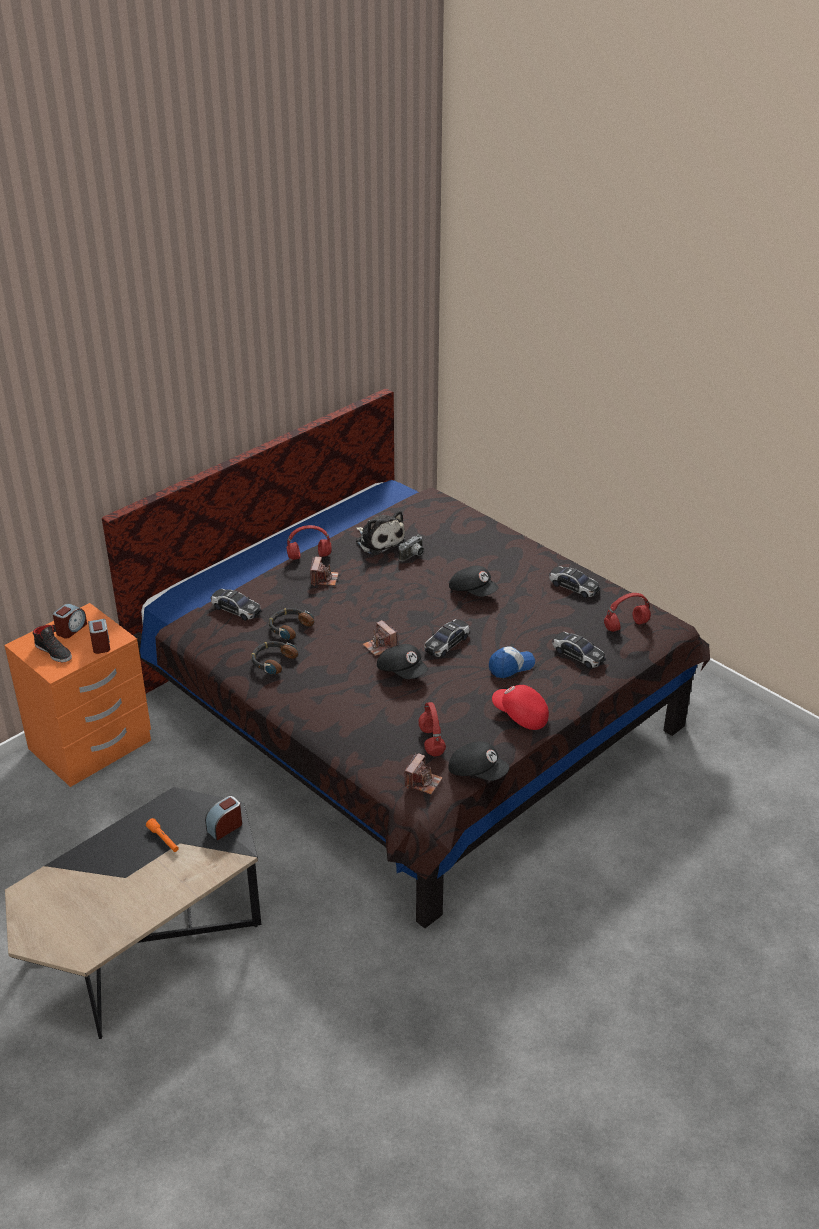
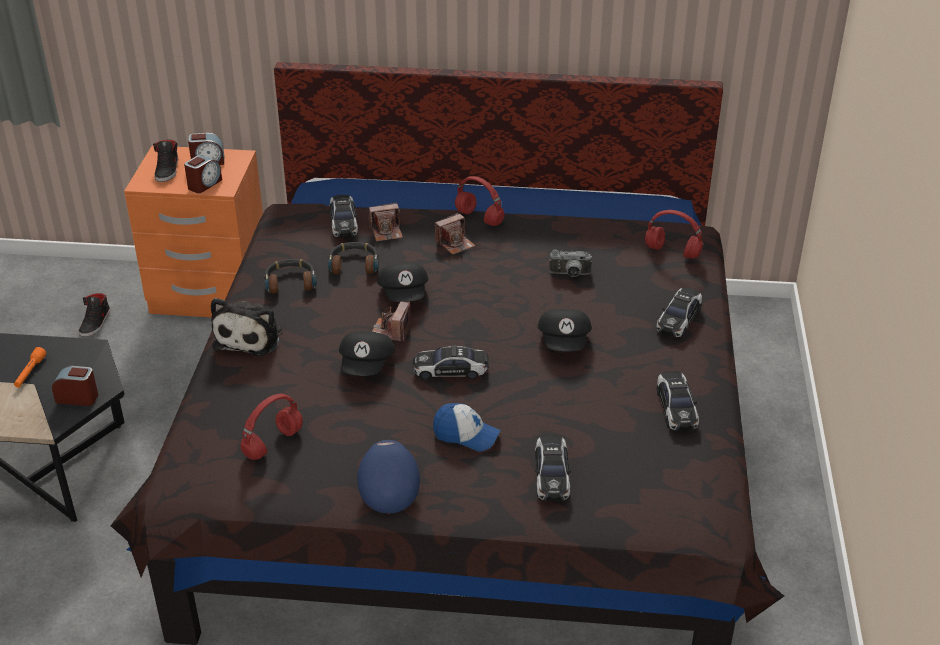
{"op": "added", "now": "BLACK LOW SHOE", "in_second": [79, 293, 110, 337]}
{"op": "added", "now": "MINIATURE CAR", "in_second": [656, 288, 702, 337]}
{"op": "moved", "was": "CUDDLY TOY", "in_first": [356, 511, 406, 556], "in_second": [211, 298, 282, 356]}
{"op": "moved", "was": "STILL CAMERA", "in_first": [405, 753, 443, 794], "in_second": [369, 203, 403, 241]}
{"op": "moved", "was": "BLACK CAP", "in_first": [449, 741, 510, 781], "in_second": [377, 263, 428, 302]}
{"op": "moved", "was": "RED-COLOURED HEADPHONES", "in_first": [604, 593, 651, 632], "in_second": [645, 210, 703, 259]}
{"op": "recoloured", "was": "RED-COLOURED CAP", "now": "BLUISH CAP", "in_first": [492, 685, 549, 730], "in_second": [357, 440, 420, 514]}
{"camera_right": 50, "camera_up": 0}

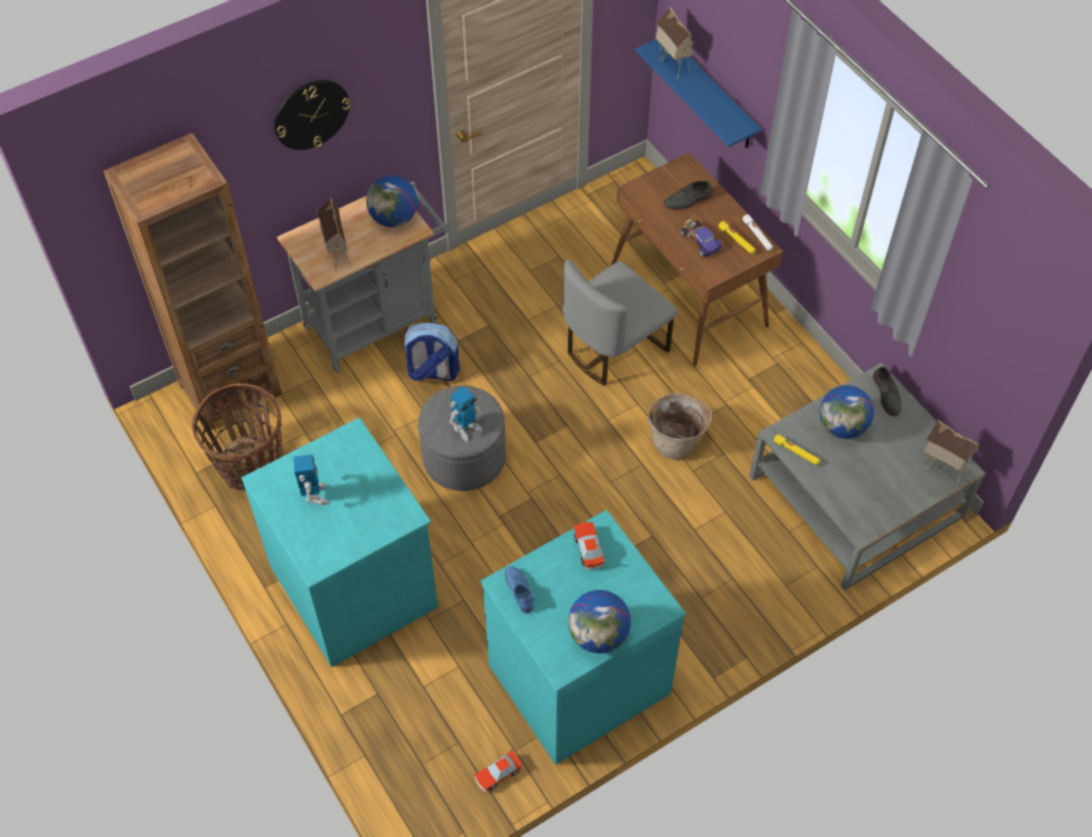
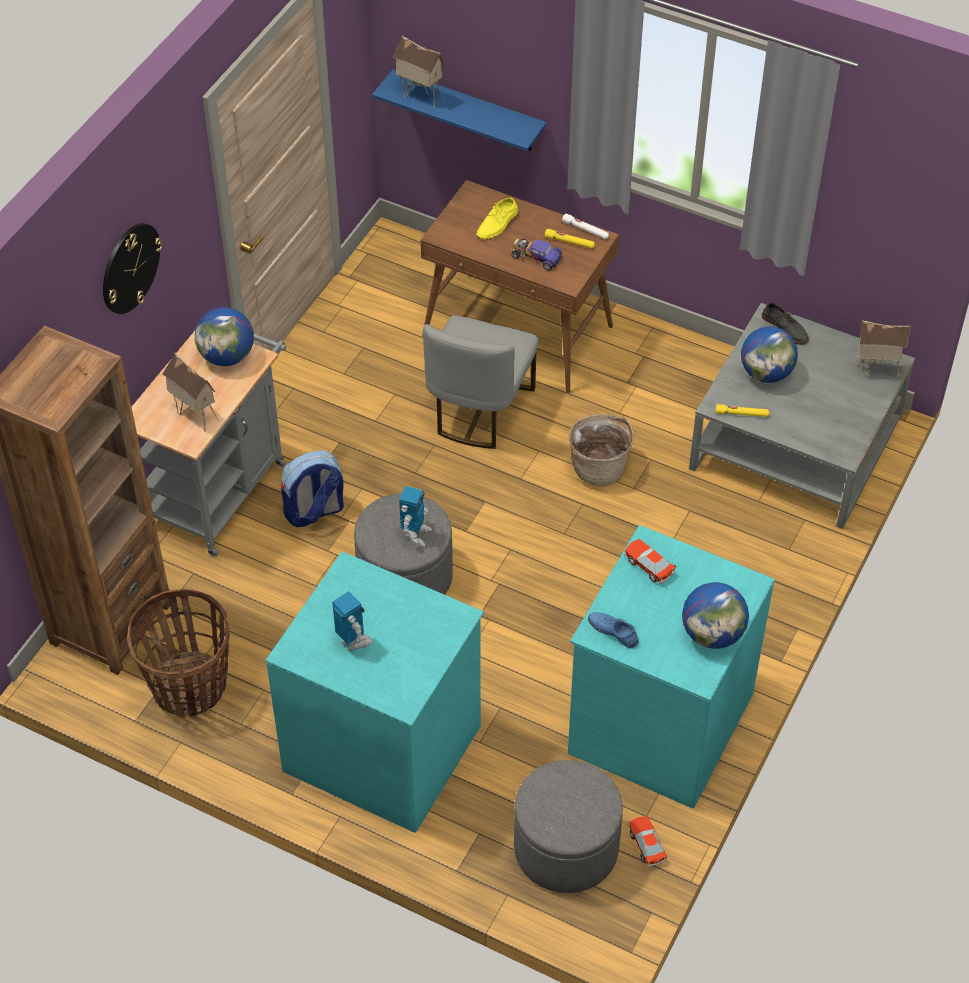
{"op": "added", "now": "GREYISH OTTOMAN", "in_second": [514, 760, 623, 893]}
{"op": "recoloured", "was": "GREYISH LOW SHOE", "now": "YELLOW-COLOURED LOW SHOE", "in_first": [664, 181, 713, 210], "in_second": [476, 198, 518, 240]}
{"op": "turned", "was": "MINIATURE CAR", "in_first": [475, 749, 523, 792], "in_second": [628, 816, 667, 867], "clockwise": 135}
{"camera_right": -30, "camera_up": -5}

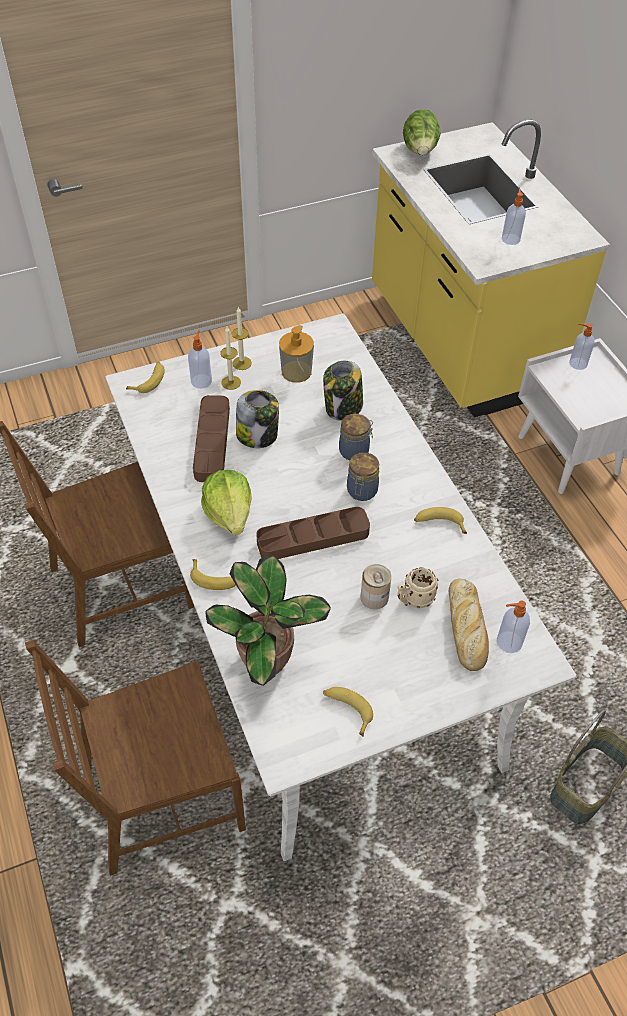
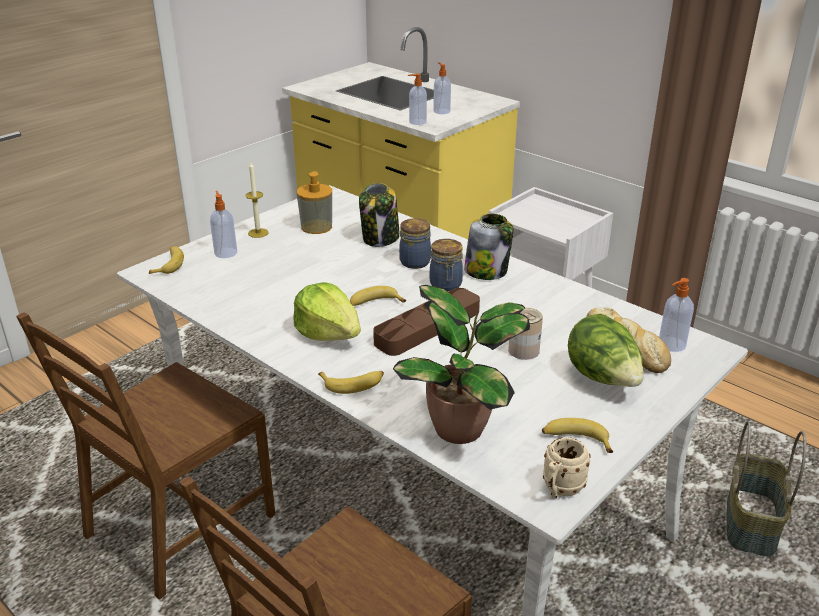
{"op": "removed", "was": "BROWN-COLOURED CARRYING TRAY", "in_first": [193, 395, 230, 482]}
{"op": "removed", "was": "WAX CANDLE", "in_first": [220, 327, 241, 390]}
{"op": "moved", "was": "JAR", "in_first": [236, 390, 279, 448], "in_second": [464, 214, 514, 280]}
{"op": "moved", "was": "BEIGE TEA MUG", "in_first": [397, 568, 438, 608], "in_second": [543, 437, 591, 499]}
{"op": "moved", "was": "HEAD OF LETTUCE", "in_first": [403, 109, 441, 155], "in_second": [568, 314, 643, 387]}
{"op": "moved", "was": "BANANA", "in_first": [414, 507, 467, 534], "in_second": [350, 286, 406, 306]}
{"op": "moved", "was": "SOAP BOTTLE", "in_first": [569, 323, 595, 370], "in_second": [408, 73, 427, 125]}
{"camera_right": -25, "camera_up": -20}

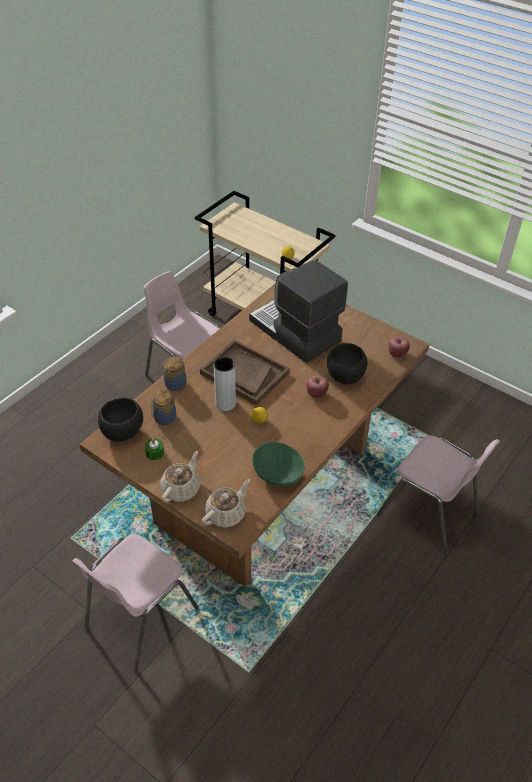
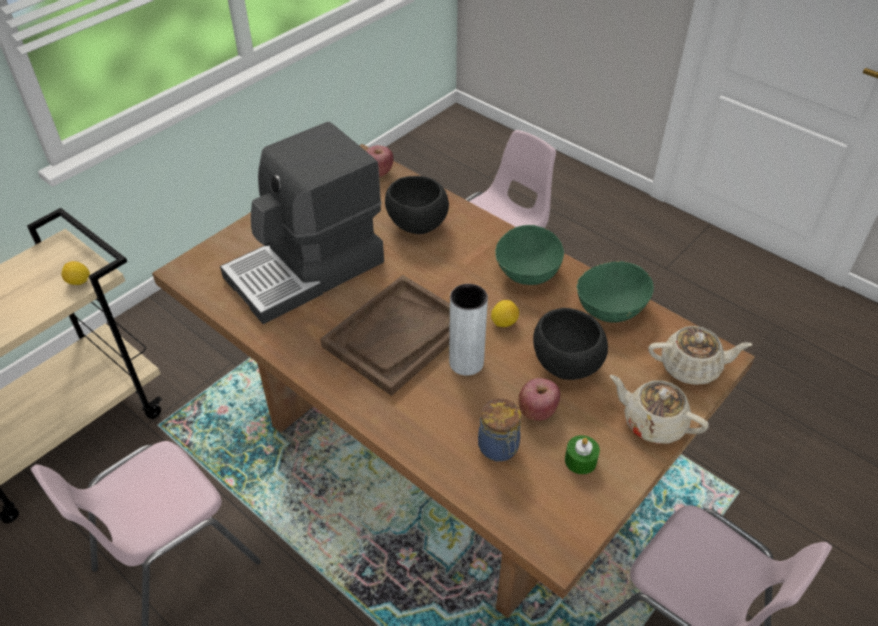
{"op": "removed", "was": "JAR", "in_first": [162, 357, 186, 391]}
{"op": "added", "now": "GREEN-COLOURED BOWL", "in_second": [495, 225, 564, 285]}
{"op": "moved", "was": "BLACK BOWL", "in_first": [98, 398, 143, 442], "in_second": [533, 308, 608, 380]}
{"op": "moved", "was": "APPLE FRUIT", "in_first": [306, 376, 329, 398], "in_second": [518, 378, 560, 421]}
{"op": "turned", "was": "BEIGE TEAPOT", "in_first": [202, 479, 250, 528], "in_second": [648, 326, 752, 385], "clockwise": 135}
{"camera_right": -85, "camera_up": 0}

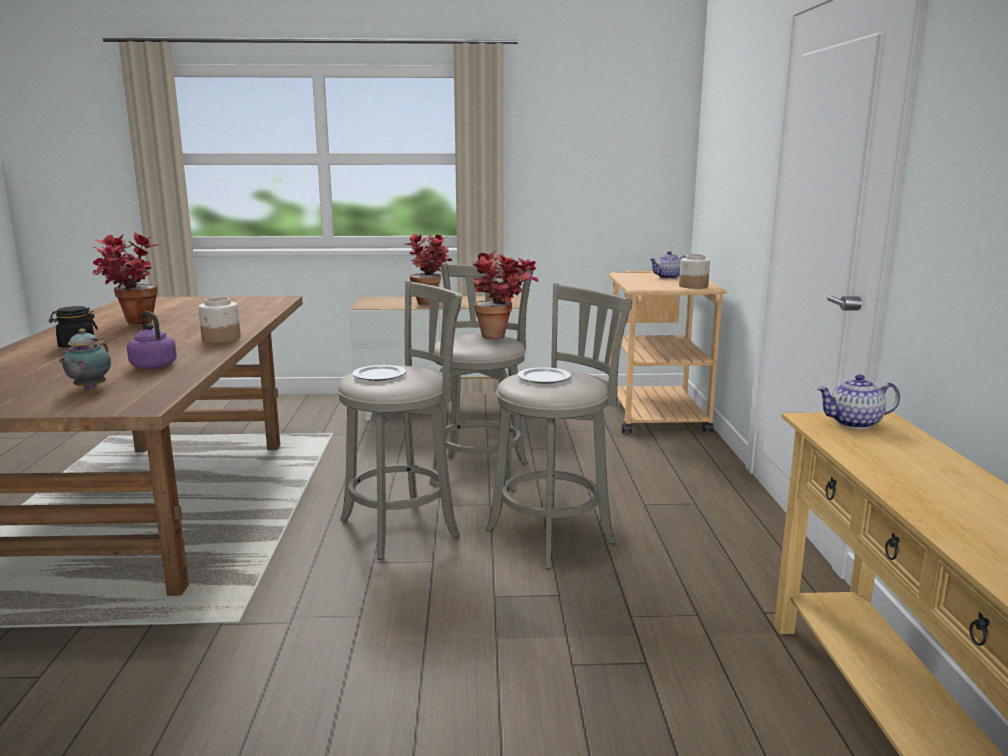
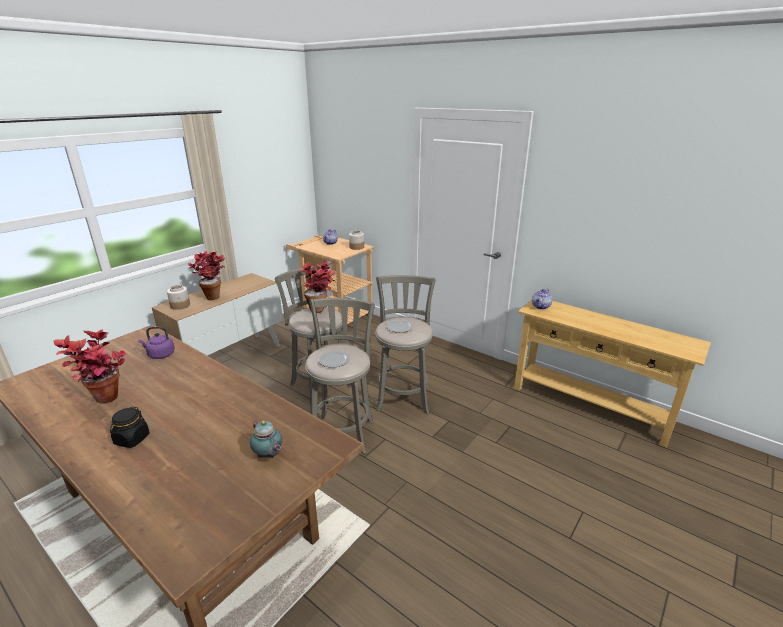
{"op": "moved", "was": "PURPLISH TEA KETTLE", "in_first": [127, 311, 177, 369], "in_second": [138, 326, 175, 359]}
{"op": "moved", "was": "JAR", "in_first": [198, 297, 241, 343], "in_second": [167, 285, 190, 310]}
{"camera_right": -50, "camera_up": 10}

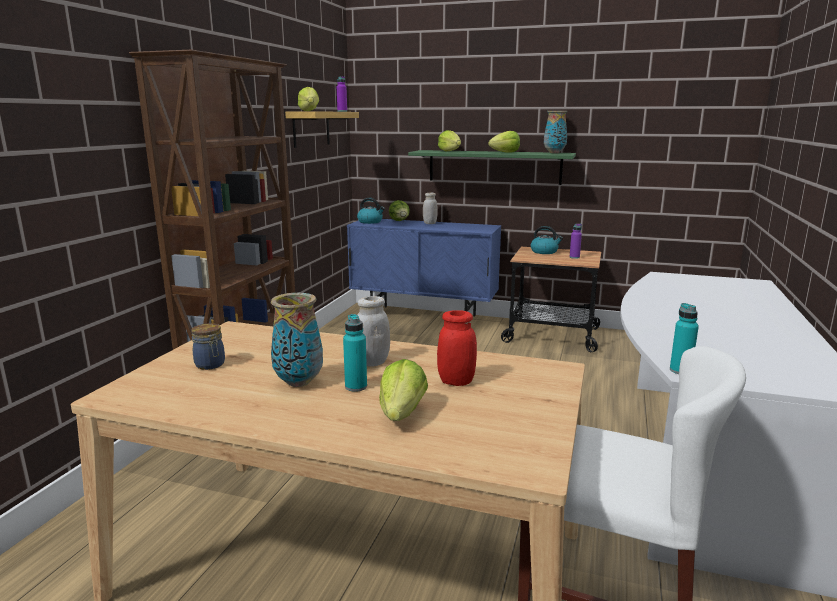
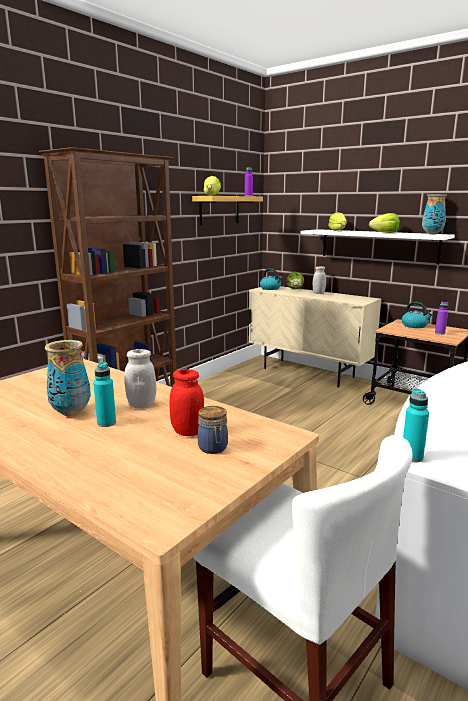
{"op": "removed", "was": "HEAD OF LETTUCE", "in_first": [379, 359, 428, 421]}
{"op": "moved", "was": "JAR", "in_first": [191, 323, 225, 370], "in_second": [198, 406, 228, 454]}
{"op": "recoloured", "was": "BLUISH STORAGE CABINET", "now": "BEIGE STORAGE CABINET", "in_first": [347, 219, 501, 317], "in_second": [249, 286, 382, 388]}
{"op": "recoloured", "was": "GREEN-COLOURED BRACKET SHELF", "now": "WHITE-COLOURED BRACKET SHELF", "in_first": [408, 150, 576, 185], "in_second": [300, 229, 455, 264]}
{"camera_right": 20, "camera_up": 0}

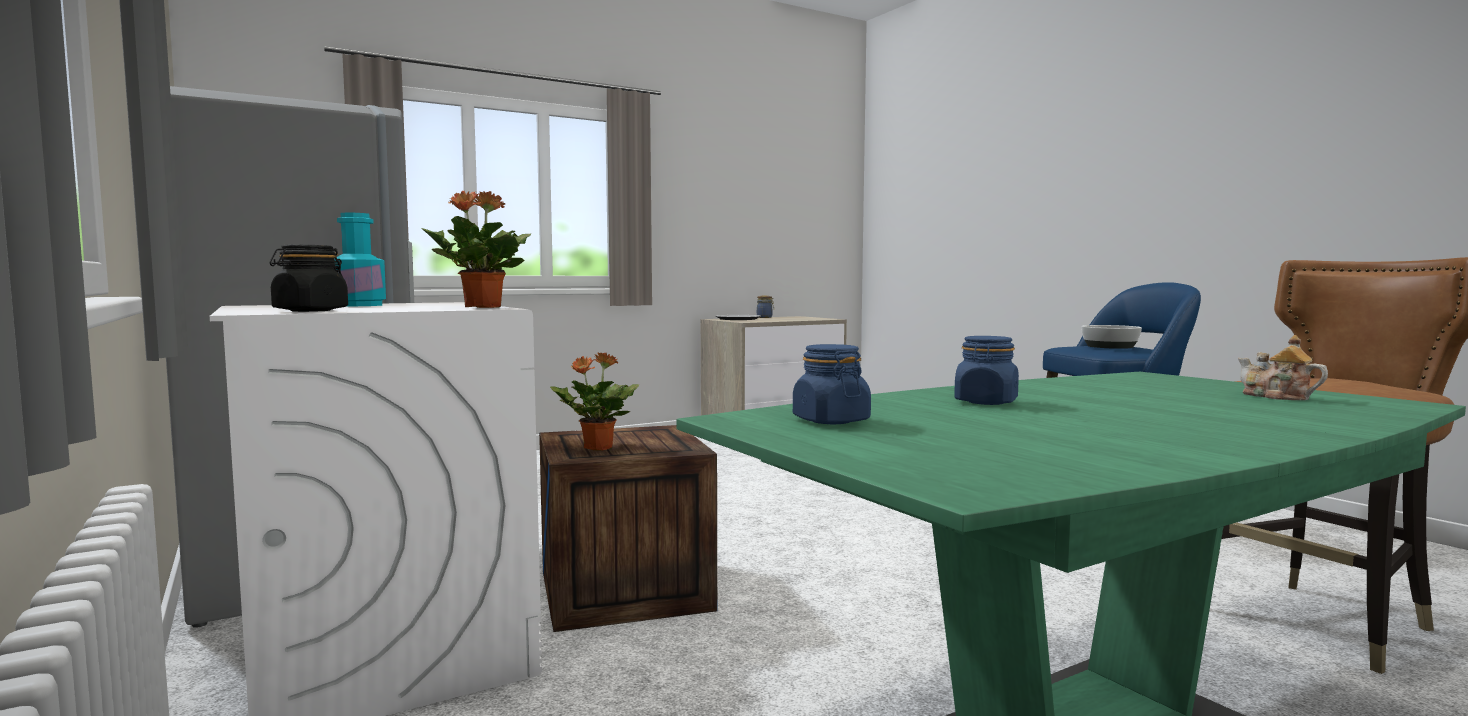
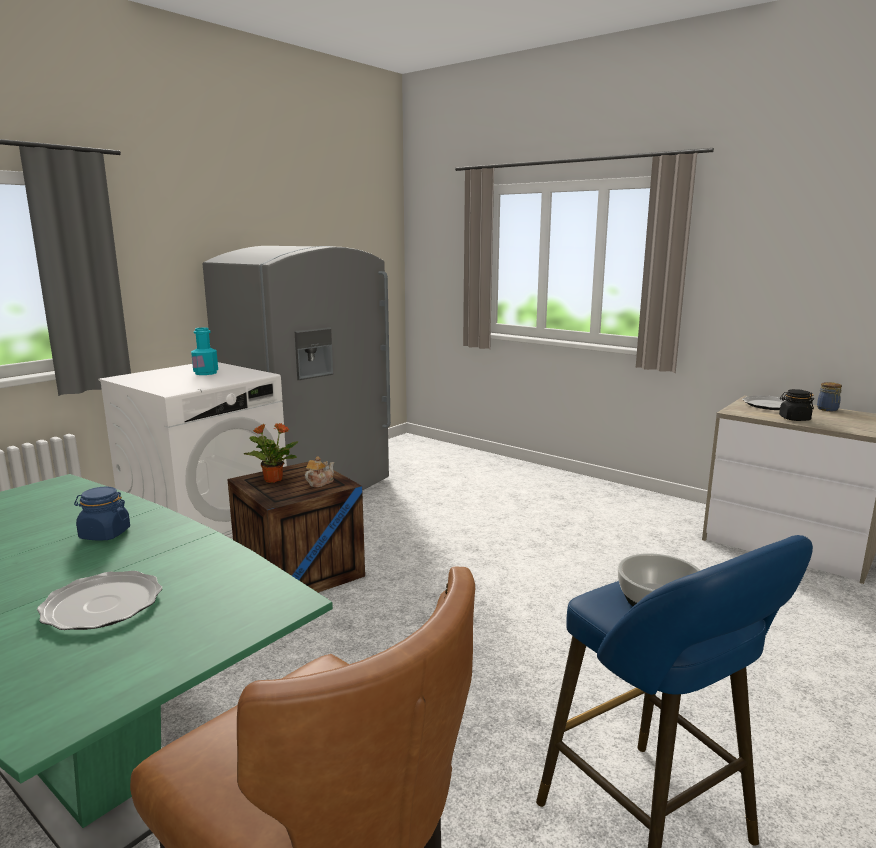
{"op": "removed", "was": "HOUSEPLANT", "in_first": [422, 191, 532, 308]}
{"op": "removed", "was": "BLUISH JAR", "in_first": [793, 344, 871, 424]}
{"op": "added", "now": "DINNER PLATE", "in_second": [37, 571, 162, 630]}
{"op": "moved", "was": "BLACK JAR", "in_first": [270, 245, 348, 312], "in_second": [779, 389, 814, 421]}
{"op": "moved", "was": "TEAPOT", "in_first": [1238, 335, 1328, 400], "in_second": [305, 456, 334, 487]}
{"camera_right": 70, "camera_up": 10}

